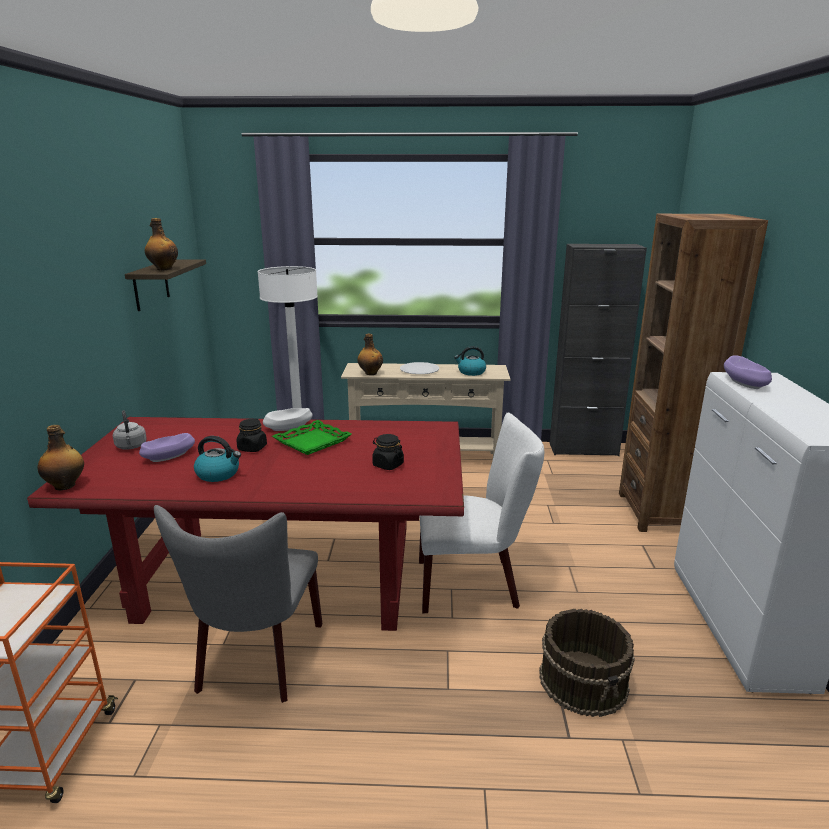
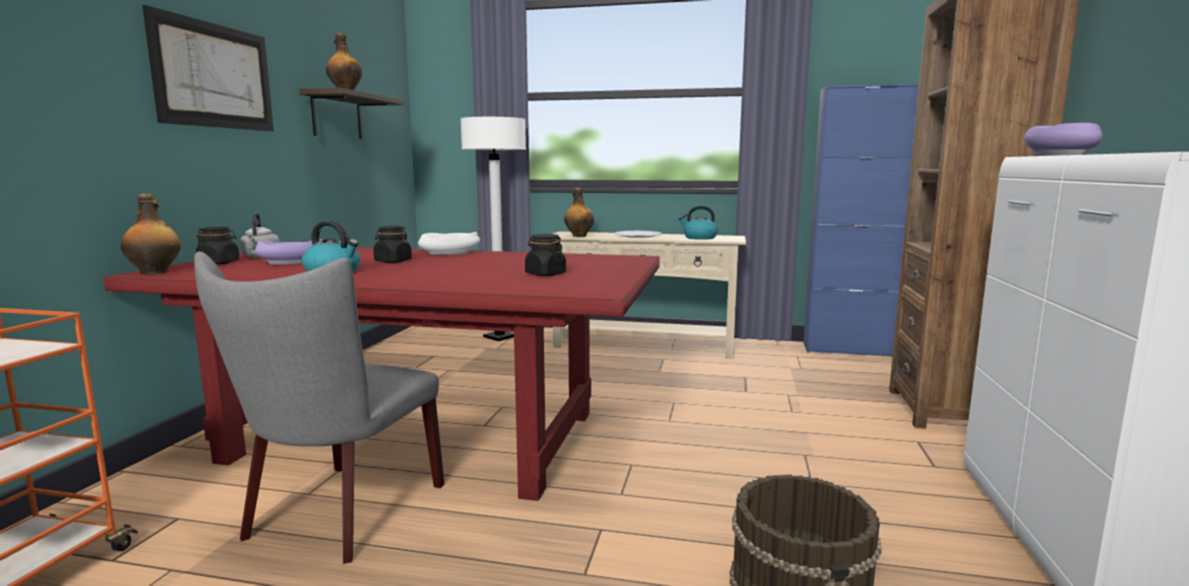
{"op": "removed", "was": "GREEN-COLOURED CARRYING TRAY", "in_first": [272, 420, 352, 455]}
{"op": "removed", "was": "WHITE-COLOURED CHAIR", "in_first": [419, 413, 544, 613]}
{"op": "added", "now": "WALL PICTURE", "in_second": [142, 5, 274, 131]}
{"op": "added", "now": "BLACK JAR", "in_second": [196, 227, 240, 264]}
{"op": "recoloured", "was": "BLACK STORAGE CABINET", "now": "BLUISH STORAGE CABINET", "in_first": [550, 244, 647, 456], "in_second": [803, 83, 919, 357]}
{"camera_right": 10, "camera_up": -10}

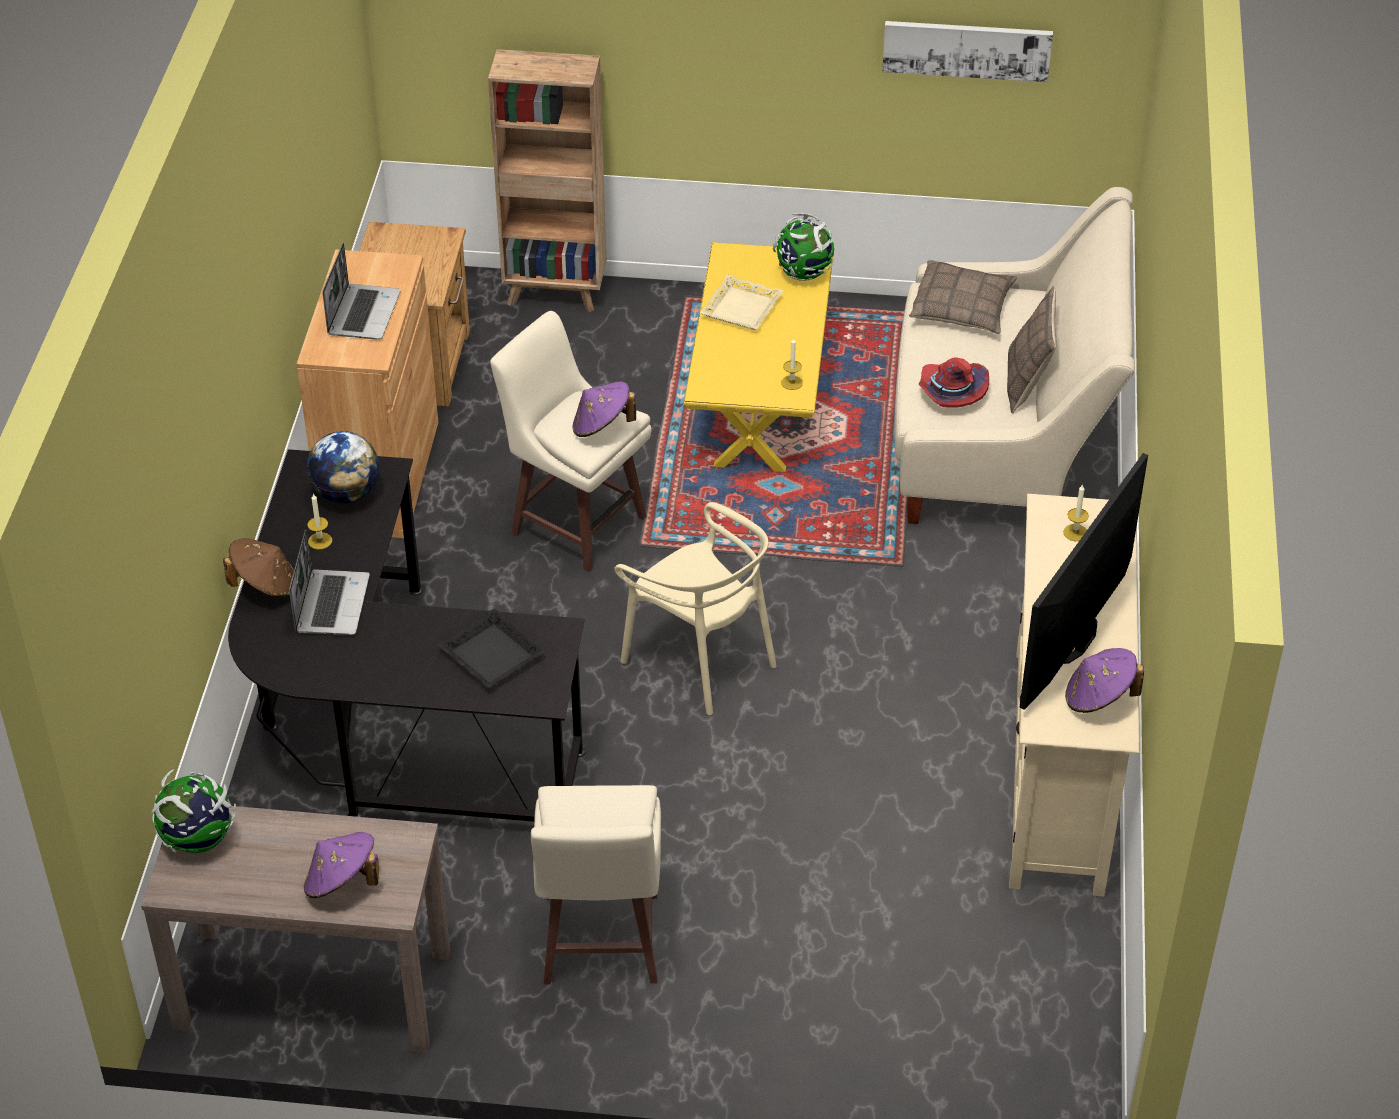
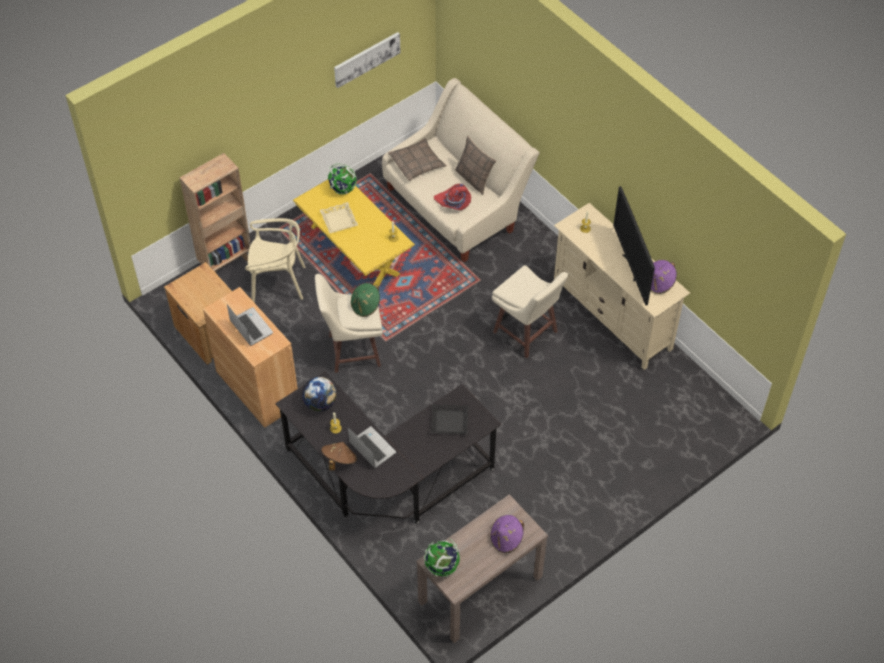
{"op": "moved", "was": "BEIGE SITTING STOOL", "in_first": [531, 785, 661, 985], "in_second": [492, 265, 568, 358]}
{"op": "moved", "was": "BEIGE CHAIR", "in_first": [614, 502, 777, 715], "in_second": [245, 218, 306, 303]}
{"op": "recoloured", "was": "PURPLISH WEARABLE HAT", "now": "GREEN-COLOURED WEARABLE HAT", "in_first": [573, 381, 636, 437], "in_second": [351, 283, 380, 317]}
{"camera_right": -45, "camera_up": 10}

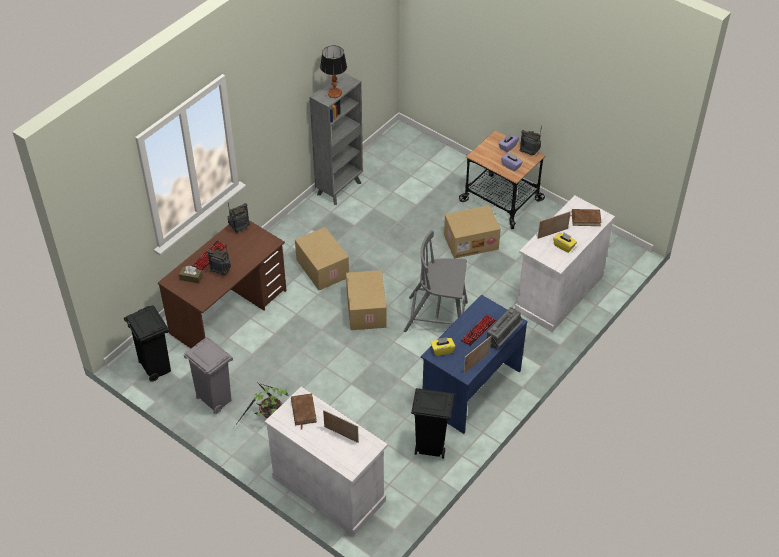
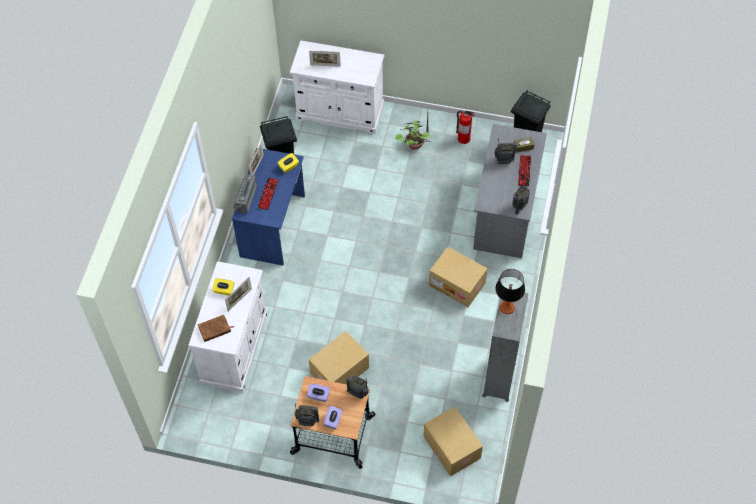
{"op": "removed", "was": "BROWN-COLOURED VOLUME", "in_first": [291, 394, 317, 429]}
{"op": "removed", "was": "GREYISH CHAIR", "in_first": [404, 230, 468, 332]}
{"op": "added", "now": "RADIO SET", "in_second": [346, 376, 368, 399]}
{"op": "moved", "was": "CARTON", "in_first": [346, 270, 386, 330], "in_second": [423, 406, 483, 476]}
{"op": "replaced", "was": "GREYISH WASTE BIN", "now": "FIRE EXTINGUISHER", "in_first": [184, 337, 233, 414], "in_second": [456, 111, 475, 144]}
{"op": "recoloured", "was": "BROWN-COLOURED DESK TABLE", "now": "GREYISH DESK TABLE", "in_first": [158, 220, 287, 348], "in_second": [473, 124, 547, 258]}
{"camera_right": 155, "camera_up": 10}

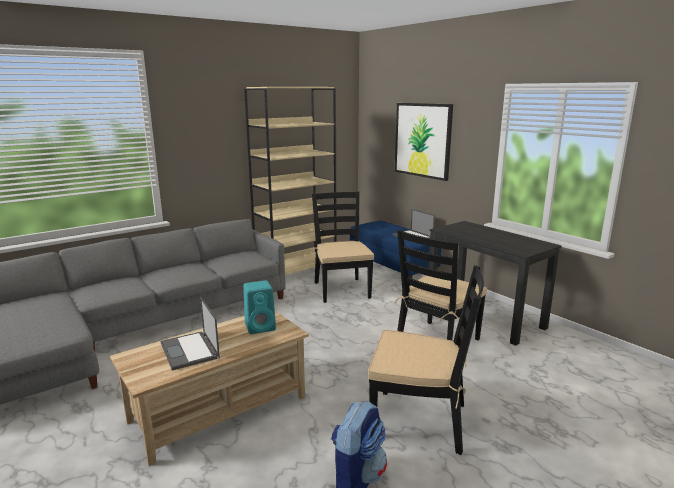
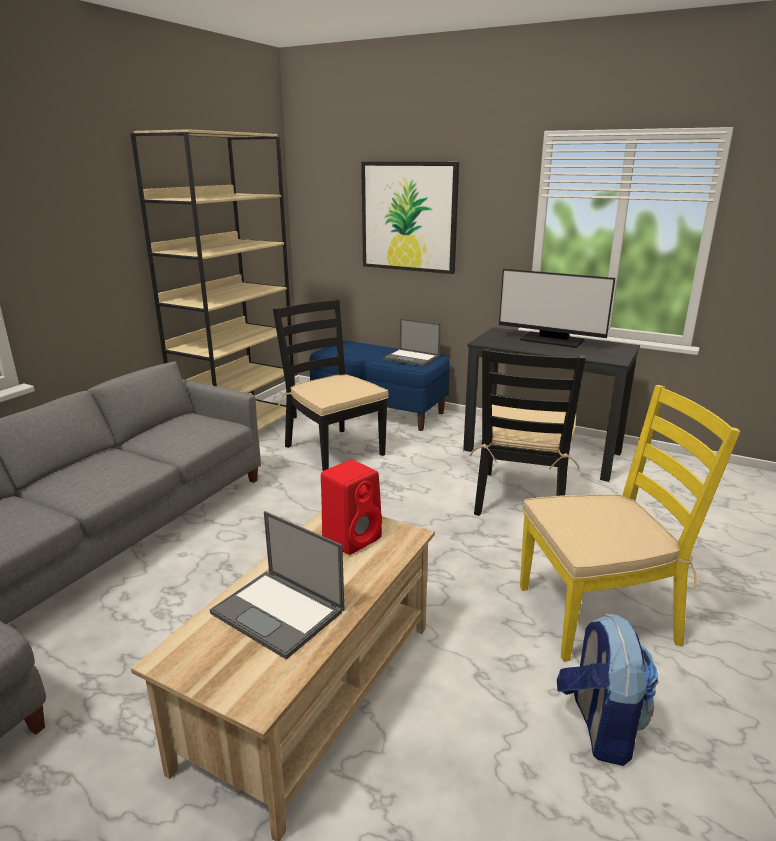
{"op": "added", "now": "COMPUTER DISPLAY", "in_second": [499, 269, 615, 348]}
{"op": "recoloured", "was": "TURQUOISE AUDIO SPEAKER", "now": "RED-COLOURED AUDIO SPEAKER", "in_first": [243, 280, 276, 334], "in_second": [321, 460, 382, 555]}
{"op": "recoloured", "was": "BLACK CHAIR", "now": "YELLOW-COLOURED CHAIR", "in_first": [368, 265, 484, 455], "in_second": [520, 385, 740, 662]}
{"camera_right": -25, "camera_up": 5}

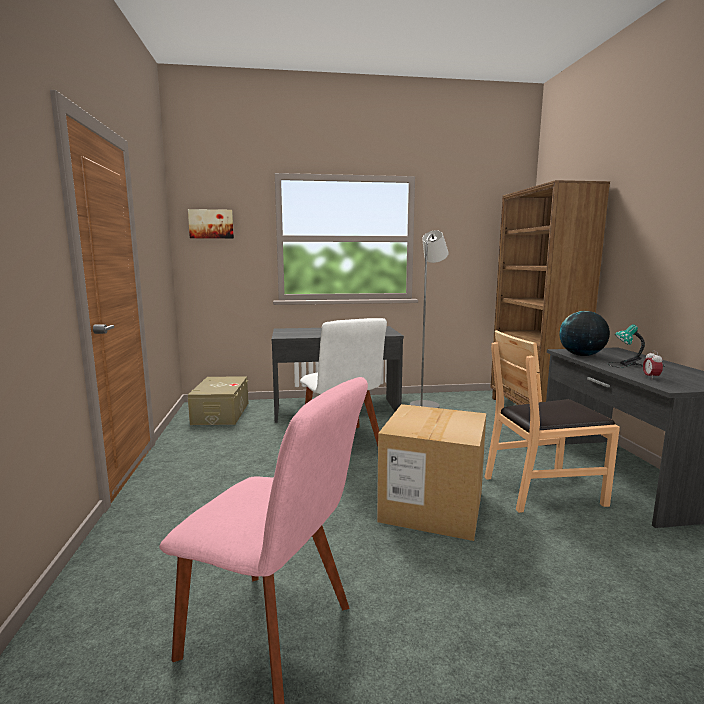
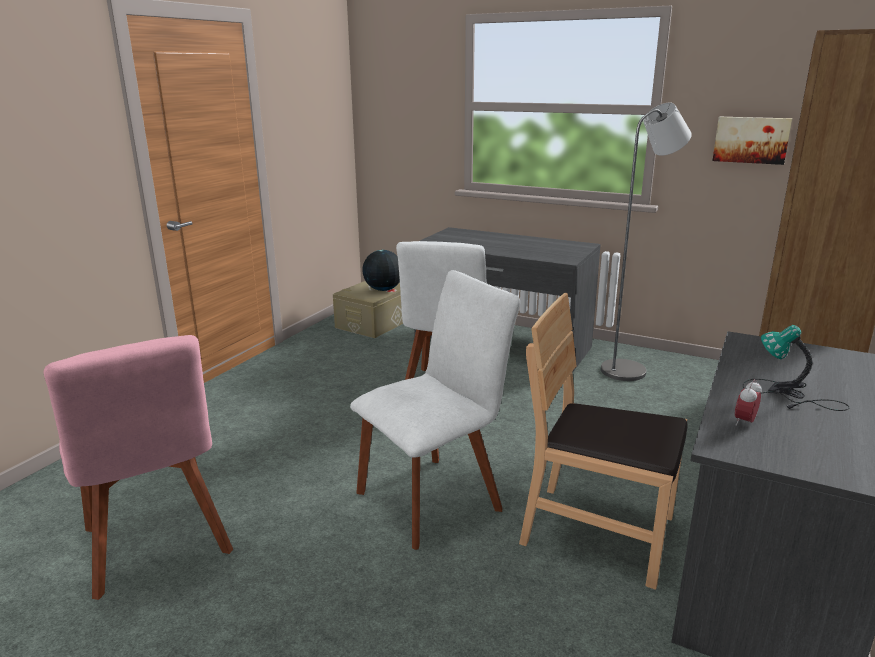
{"op": "moved", "was": "WALL PICTURE", "in_first": [188, 209, 234, 239], "in_second": [712, 117, 792, 165]}
{"op": "moved", "was": "DESK GLOBE", "in_first": [560, 311, 610, 356], "in_second": [362, 250, 400, 291]}
{"op": "replaced", "was": "CARTON", "now": "WHITE-COLOURED CHAIR", "in_first": [377, 404, 486, 541], "in_second": [350, 270, 520, 550]}
{"camera_right": 35, "camera_up": 10}

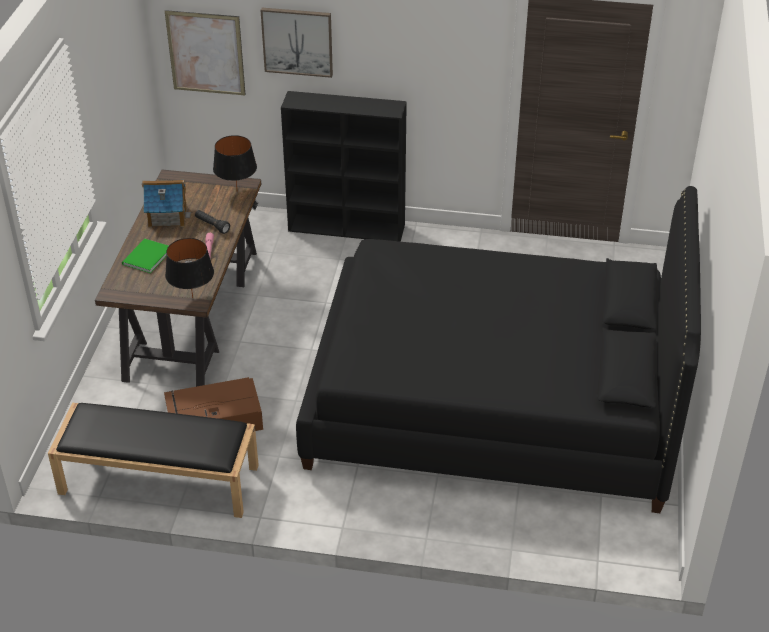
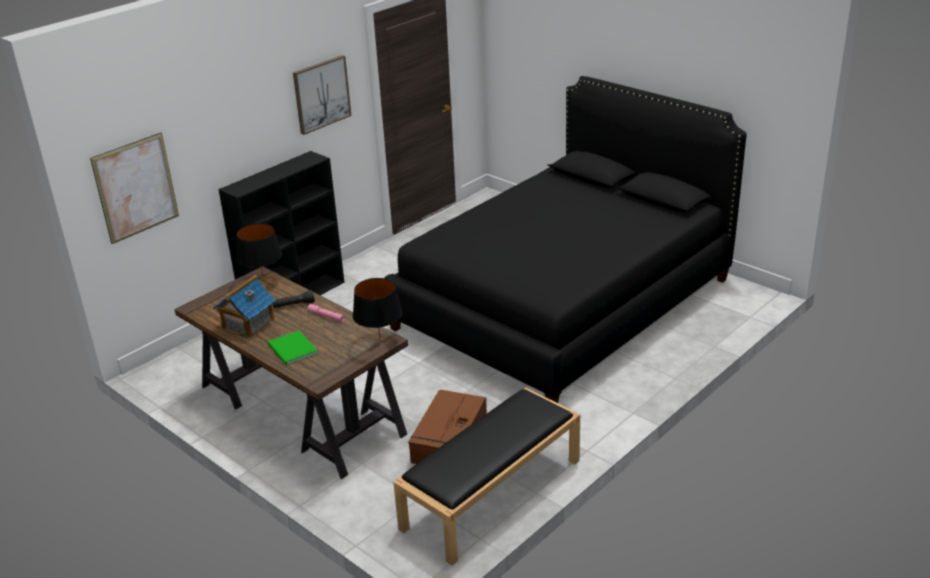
{"op": "moved", "was": "WALL PICTURE", "in_first": [261, 8, 333, 78], "in_second": [293, 55, 351, 135]}
{"camera_right": -55, "camera_up": -10}

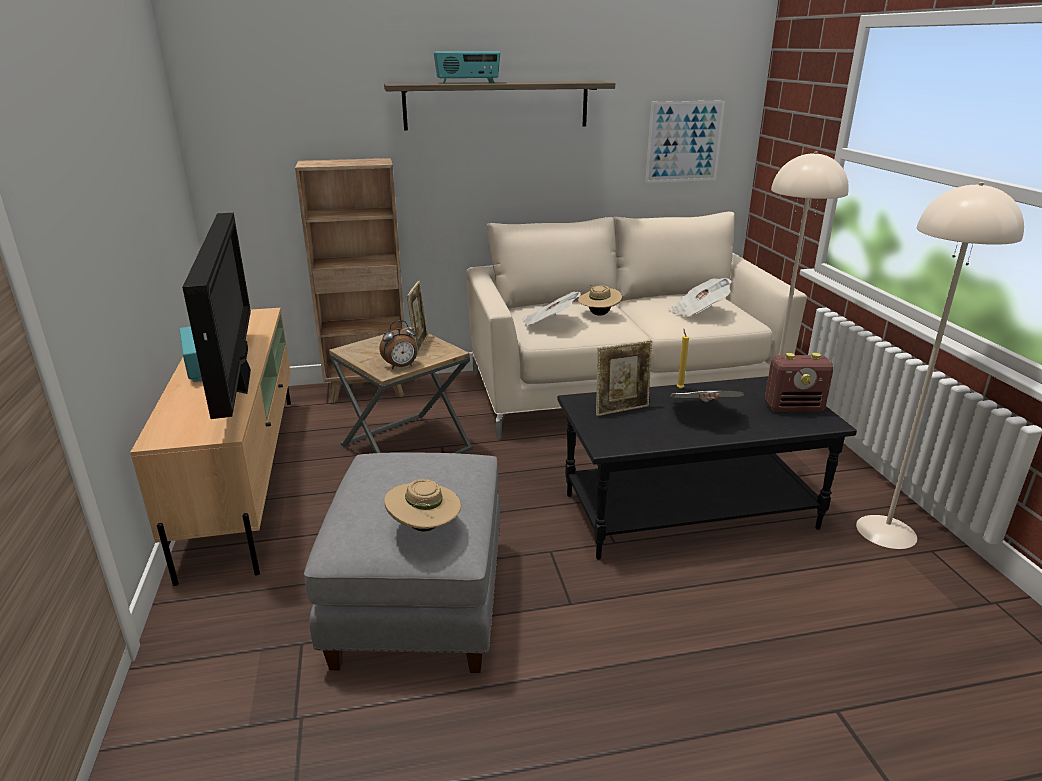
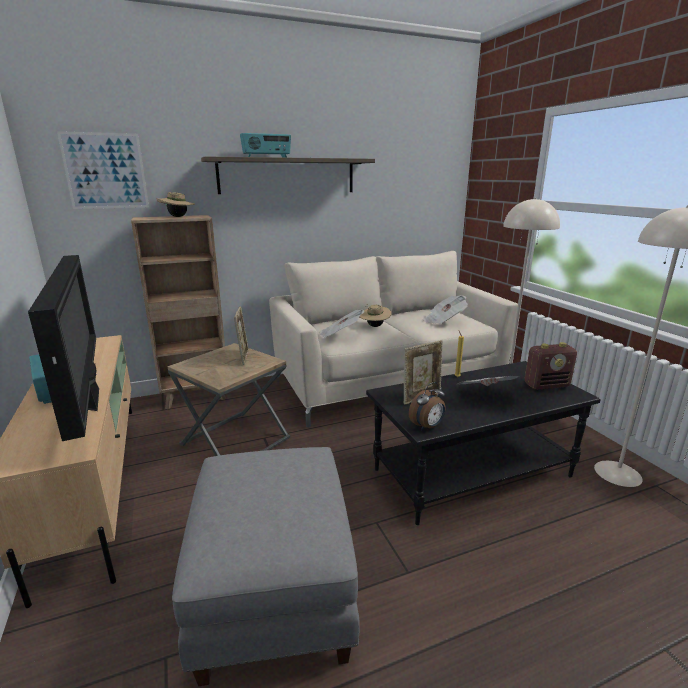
{"op": "moved", "was": "TABLE CLOCK", "in_first": [380, 320, 417, 369], "in_second": [409, 382, 445, 431]}
{"op": "moved", "was": "BEIGE WEARABLE HAT", "in_first": [384, 479, 461, 532], "in_second": [157, 192, 195, 217]}
{"op": "moved", "was": "WALL PICTURE", "in_first": [645, 100, 725, 183], "in_second": [57, 131, 149, 209]}
{"camera_right": -10, "camera_up": -5}

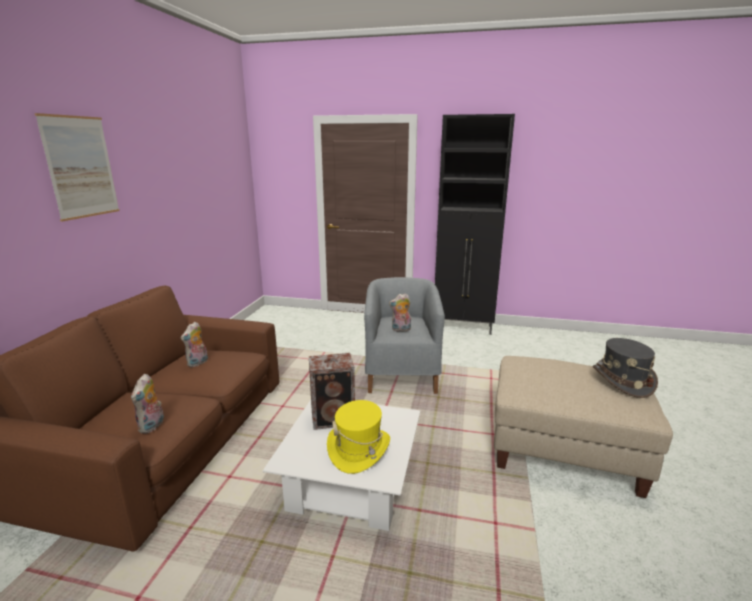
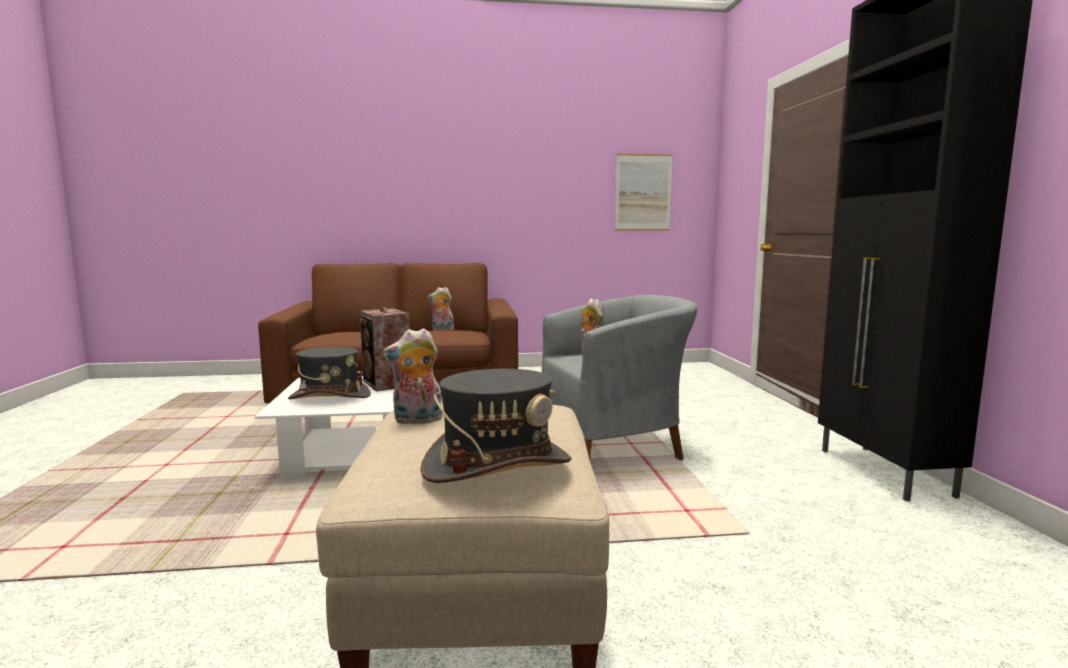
{"op": "moved", "was": "WALL PICTURE", "in_first": [35, 113, 120, 222], "in_second": [615, 154, 673, 231]}
{"op": "moved", "was": "CUDDLY TOY", "in_first": [131, 374, 164, 434], "in_second": [383, 328, 443, 424]}
{"op": "recoloured", "was": "YELLOW-COLOURED WEARABLE HAT", "now": "GREYISH WEARABLE HAT", "in_first": [327, 400, 390, 474], "in_second": [288, 347, 371, 400]}
{"camera_right": 70, "camera_up": -10}

